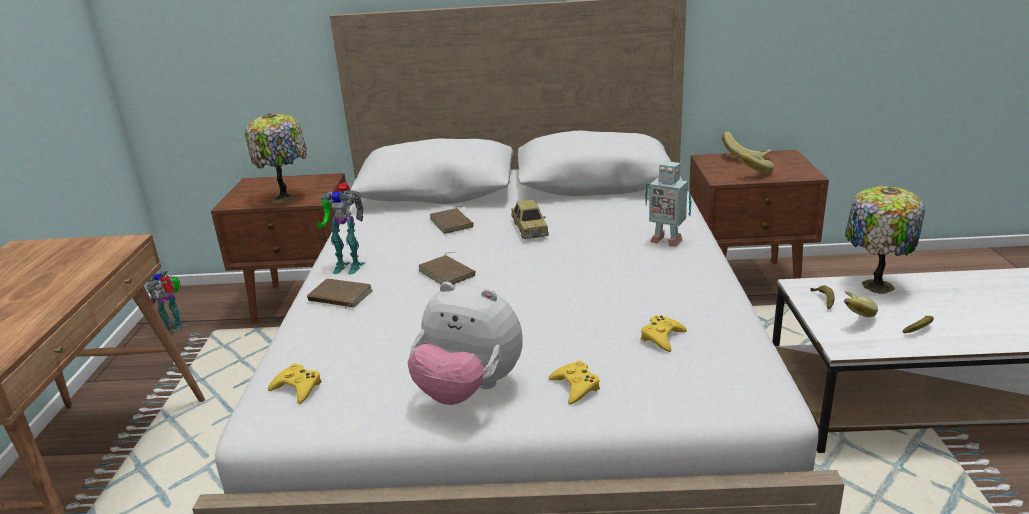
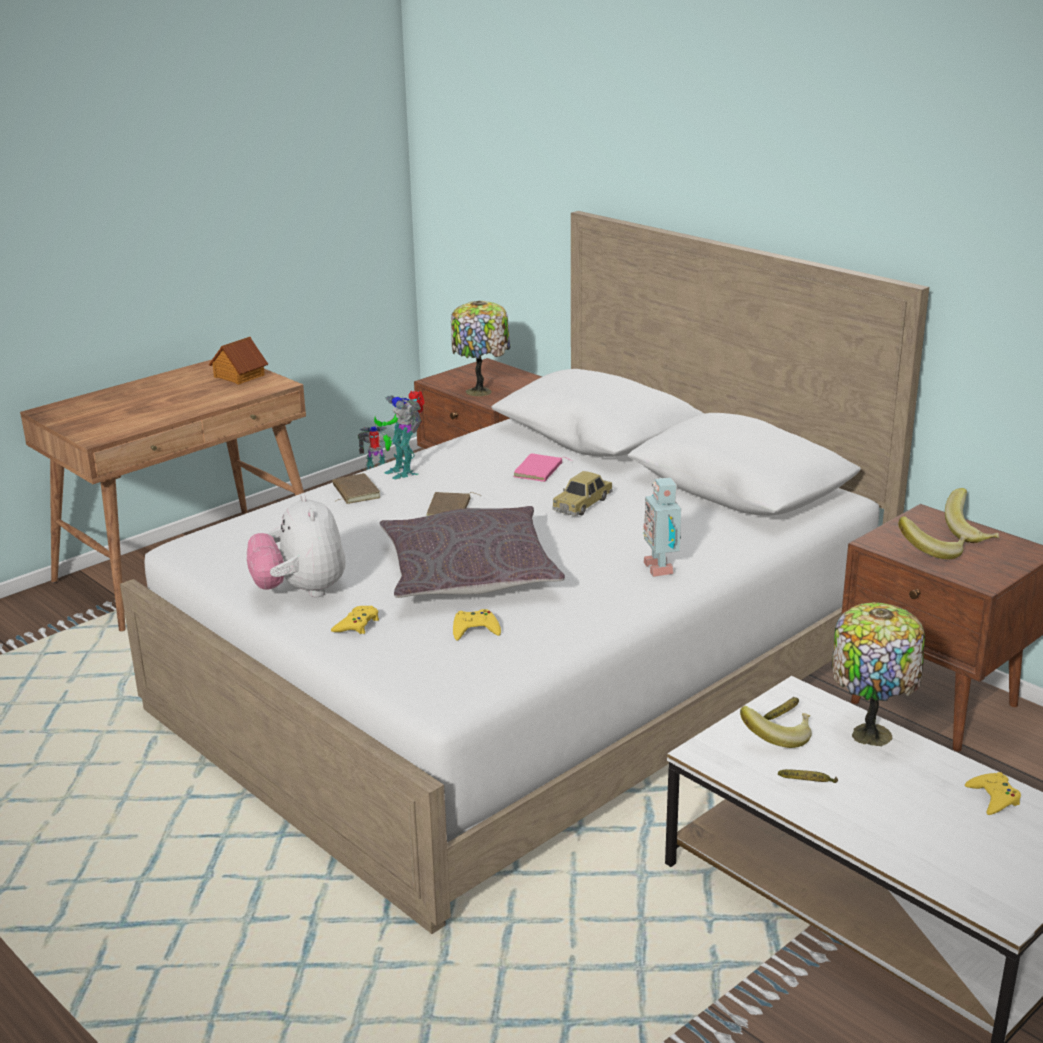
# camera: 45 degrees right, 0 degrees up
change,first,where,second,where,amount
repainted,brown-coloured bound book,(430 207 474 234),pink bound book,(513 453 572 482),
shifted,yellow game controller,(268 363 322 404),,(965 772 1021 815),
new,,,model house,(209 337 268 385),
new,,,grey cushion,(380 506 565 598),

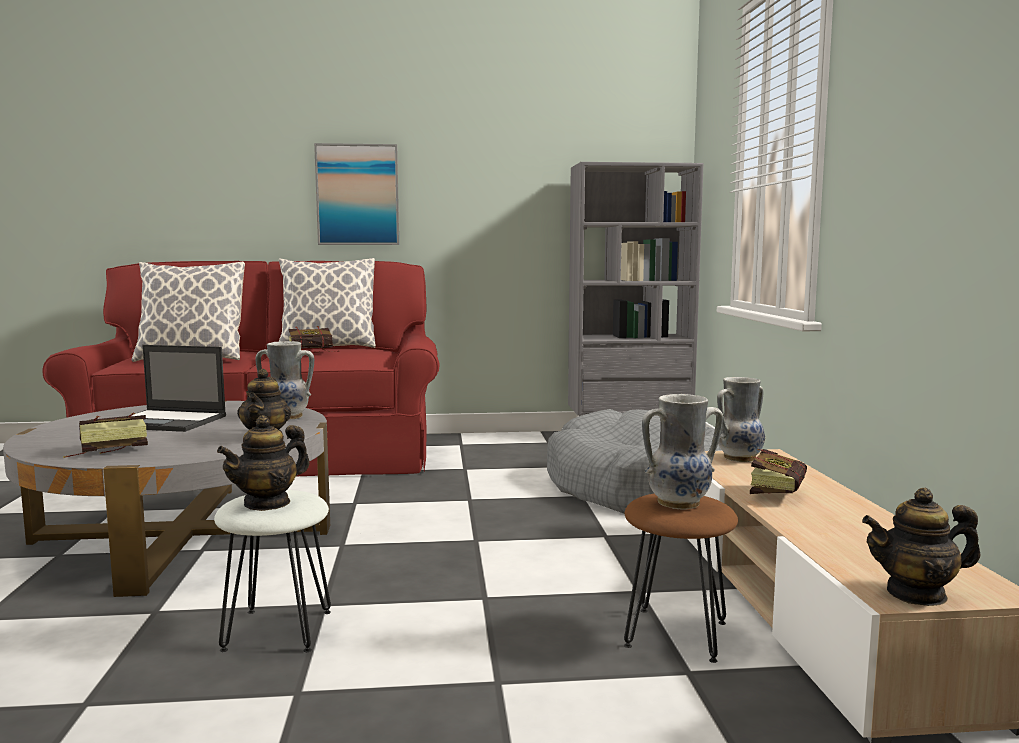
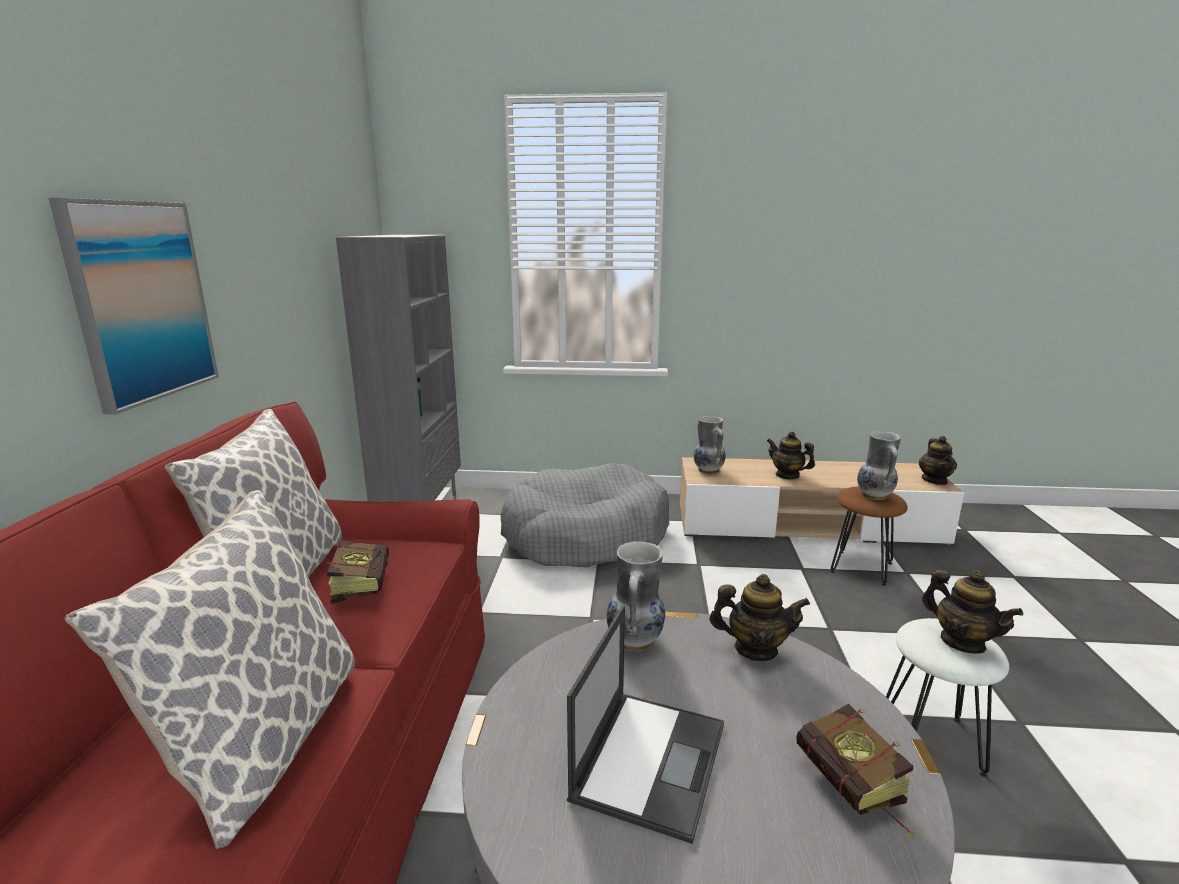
# camera: 80 degrees left, 10 degrees up
change,first,where,second,where,amount
swapped,bound book,(750 449 807 494),teapot,(767 431 815 480),

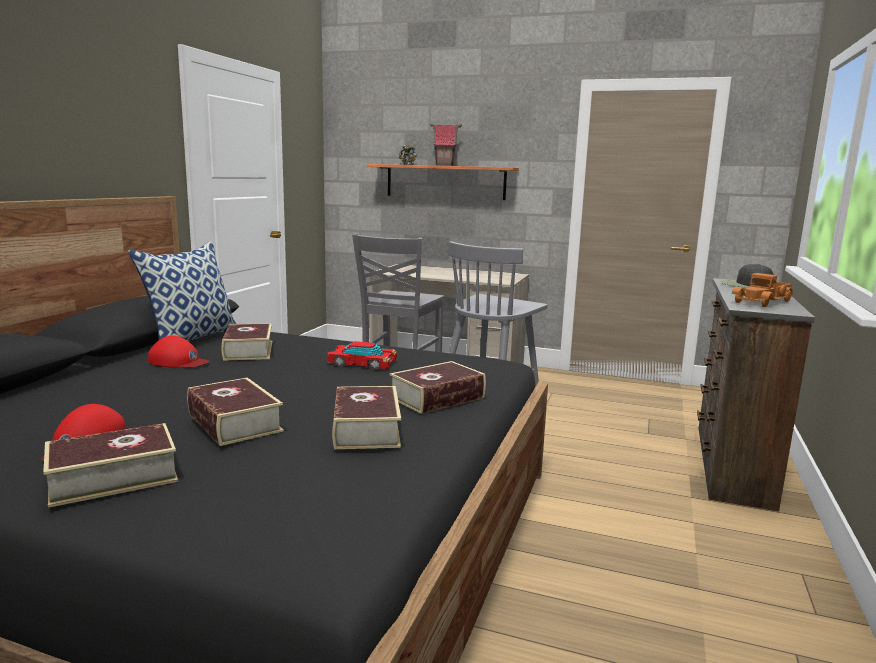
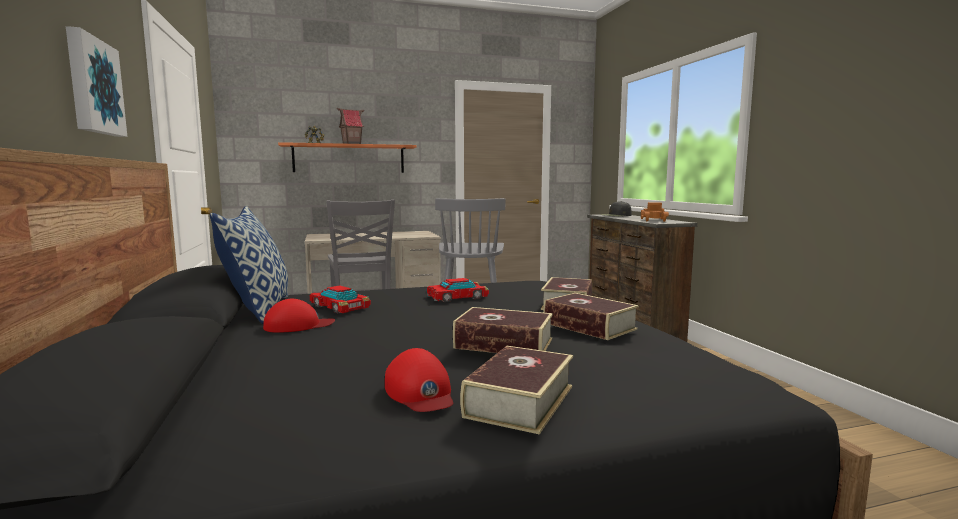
# camera: 35 degrees left, 5 degrees down
change,first,where,second,where,amount
swapped,bound book,(222 323 272 361),miniature car,(310 285 371 313),
new,,,wall art,(66 26 127 137),

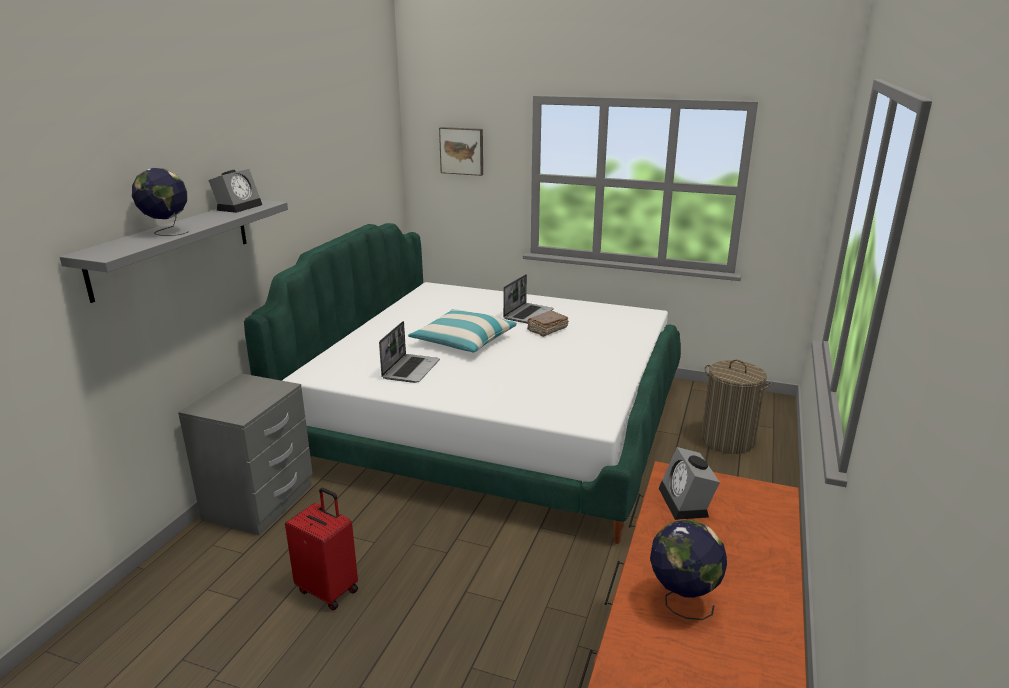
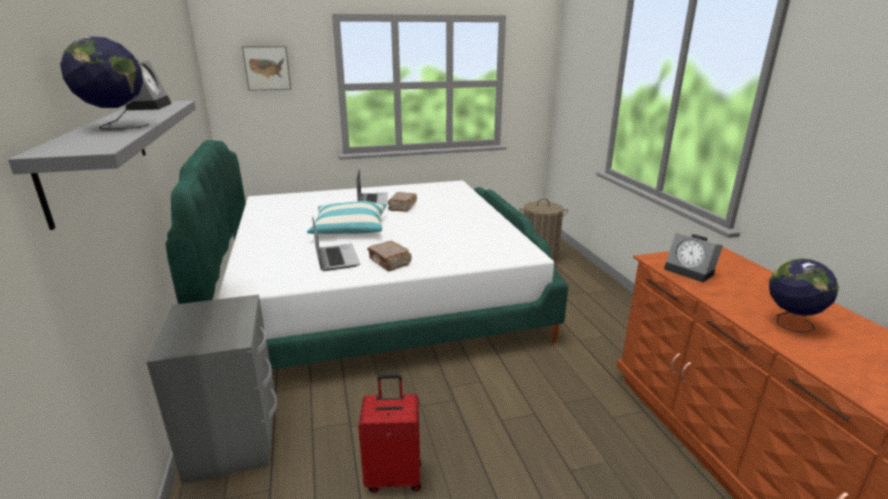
# camera: 35 degrees left, 0 degrees up
change,first,where,second,where,amount
new,,,brown-coloured bound book,(367 241 412 271),

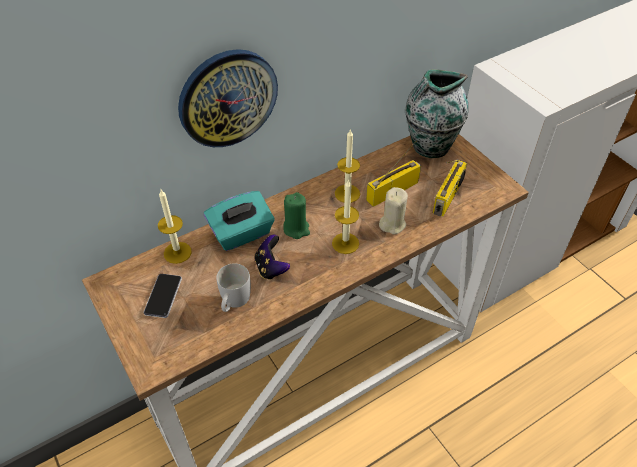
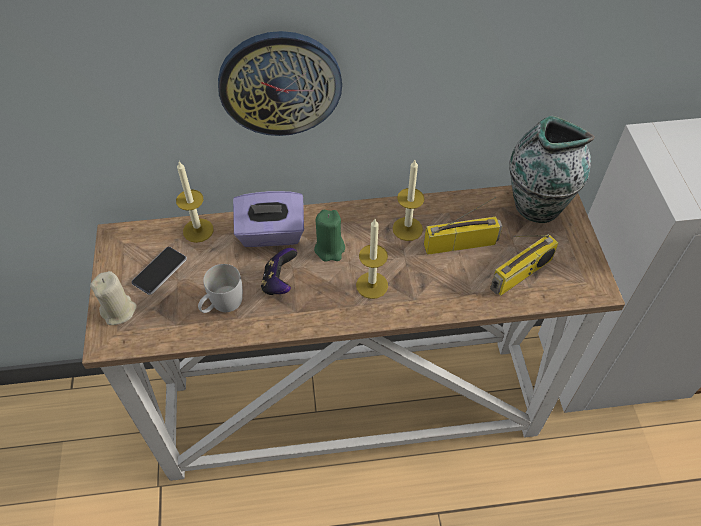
# camera: 25 degrees right, 5 degrees up
change,first,where,second,where,amount
shifted,sand-coloured wax light,(379 187 408 235),,(90 271 137 325),
repainted,turquoise-coloured tissue holder,(204 191 275 251),purple tissue holder,(233 191 304 247),

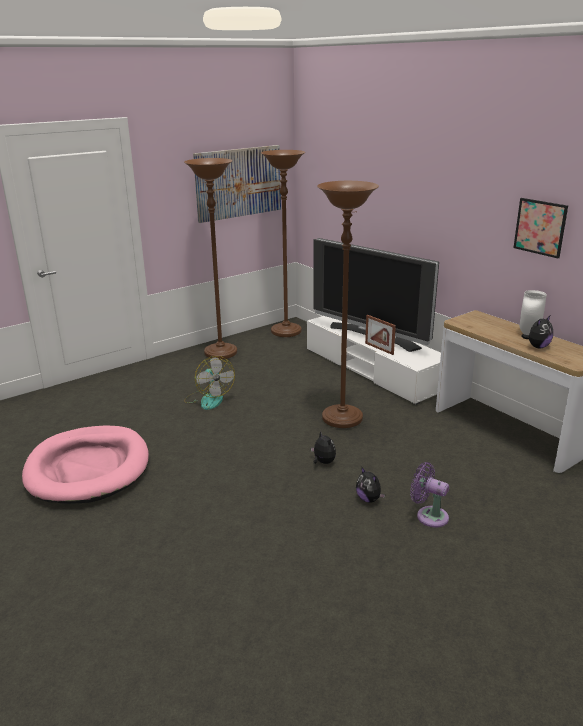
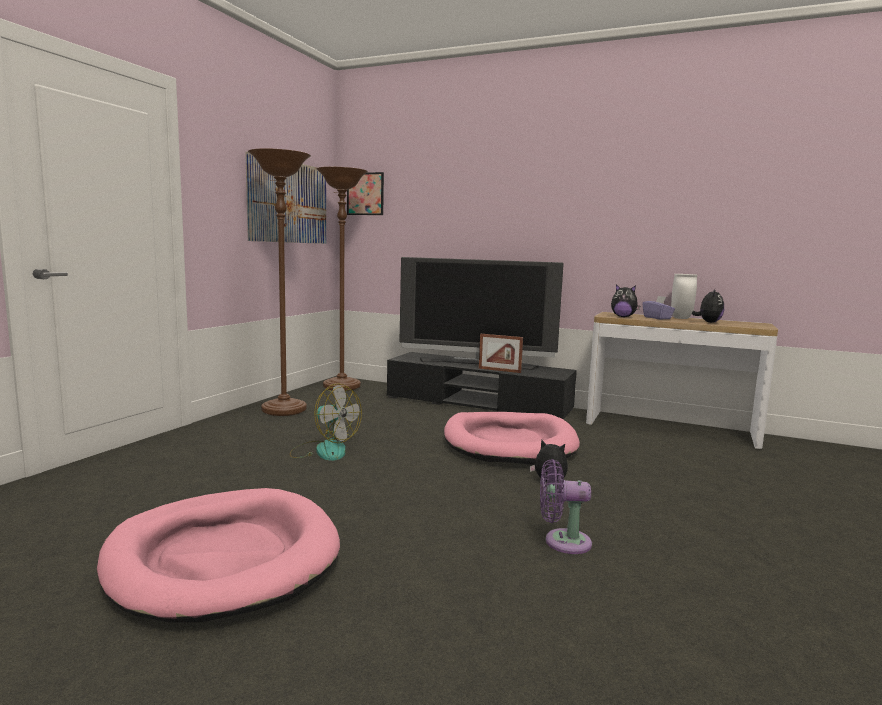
# camera: 30 degrees left, 15 degrees down
change,first,where,second,where,amount
swapped,brown-coloured standard lamp,(317 181 379 428),pink dog bed,(444 412 580 465),
shifted,wall art,(513 198 568 258),,(347 172 384 215),
repainted,white tv stand,(307 316 441 405),black-coloured tv stand,(387 352 577 419),
shifted,purple cooling fan,(410 462 449 528),,(540 459 592 554),
shifted,cuddly toy,(356 468 385 502),,(611 285 640 317),
new,,,purple tissue holder,(642 296 675 319),

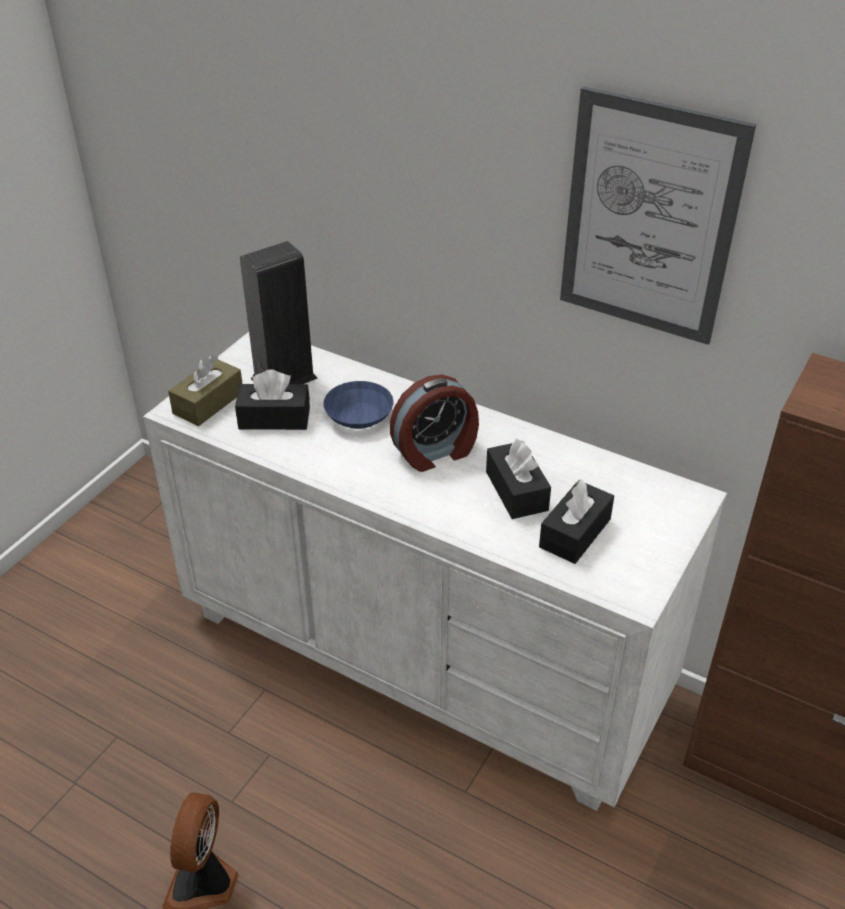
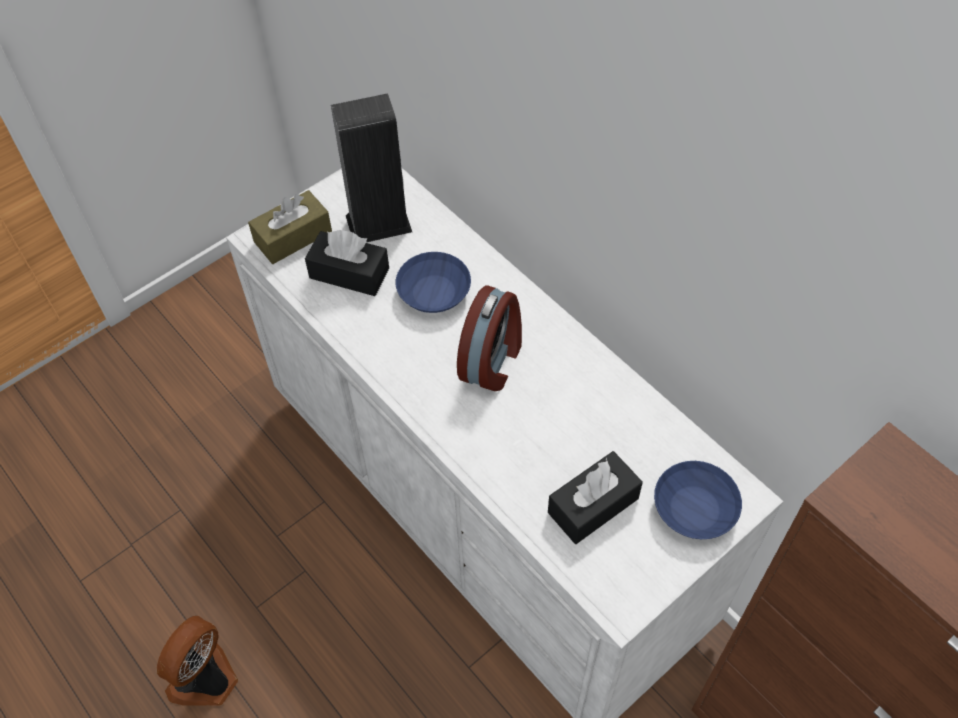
# camera: 20 degrees right, 15 degrees up
change,first,where,second,where,amount
gone,wall art,(560 86 756 345),,,
rotated,alarm clock,(390 374 479 472),,(457 285 522 391),60 degrees counterclockwise
gone,black-coloured tissue holder,(486 438 551 519),,,
new,,,blue serving bowl,(654 461 742 539),

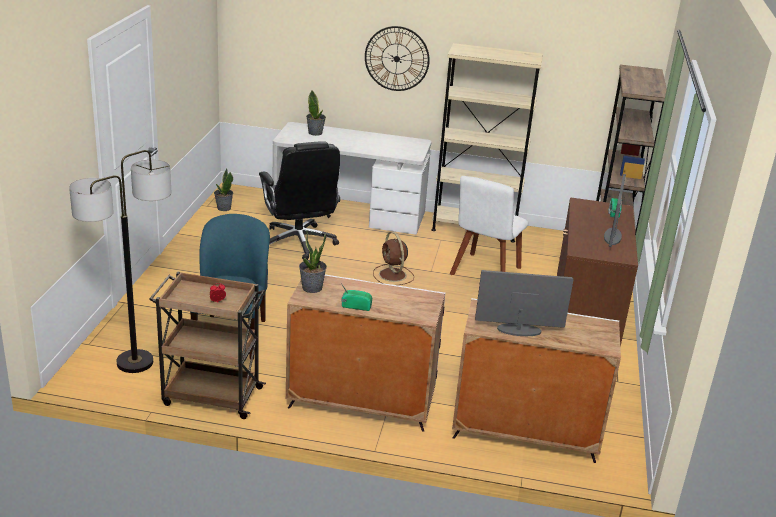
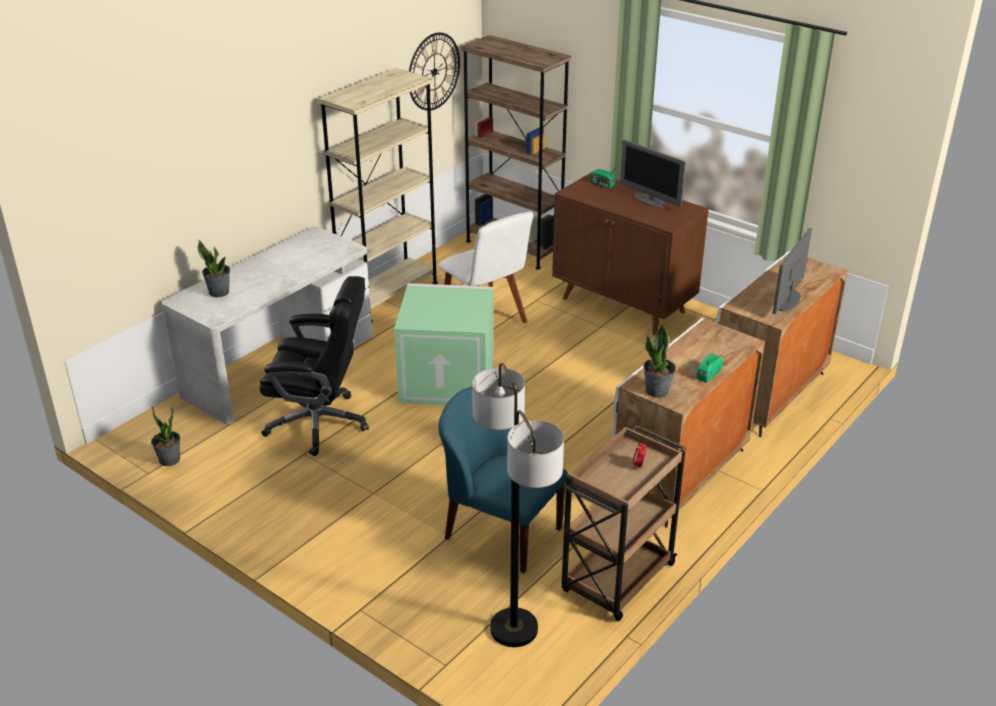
# camera: 60 degrees left, 5 degrees up
change,first,where,second,where,amount
shifted,wall clock,(365 26 430 91),,(409 33 460 111),
swapped,brown-coloured cooling fan,(373 231 414 285),green-coloured storage container,(394 283 494 406),

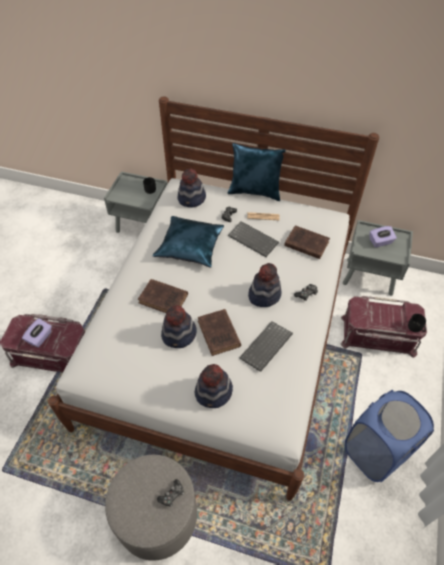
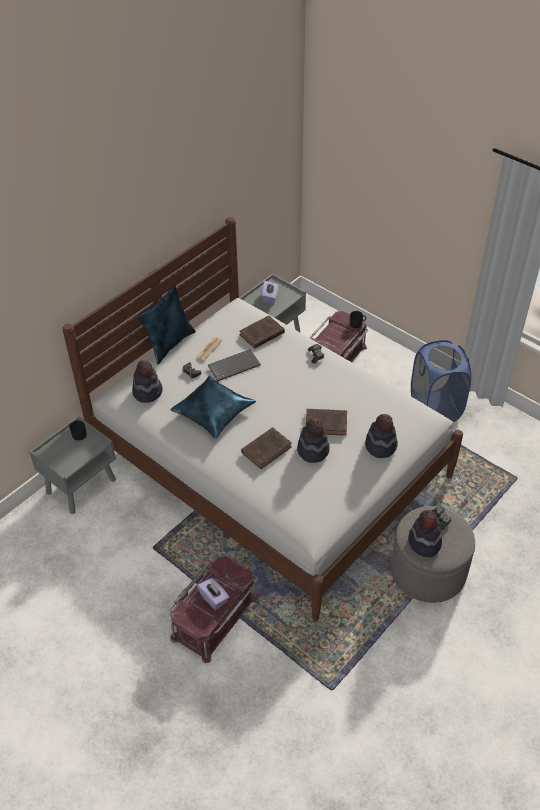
# camera: 65 degrees left, 5 degrees down
change,first,where,second,where,amount
shifted,clothing hat,(248 263 281 307),,(408 510 442 557),
gone,keyboard,(239 321 293 372),,,

